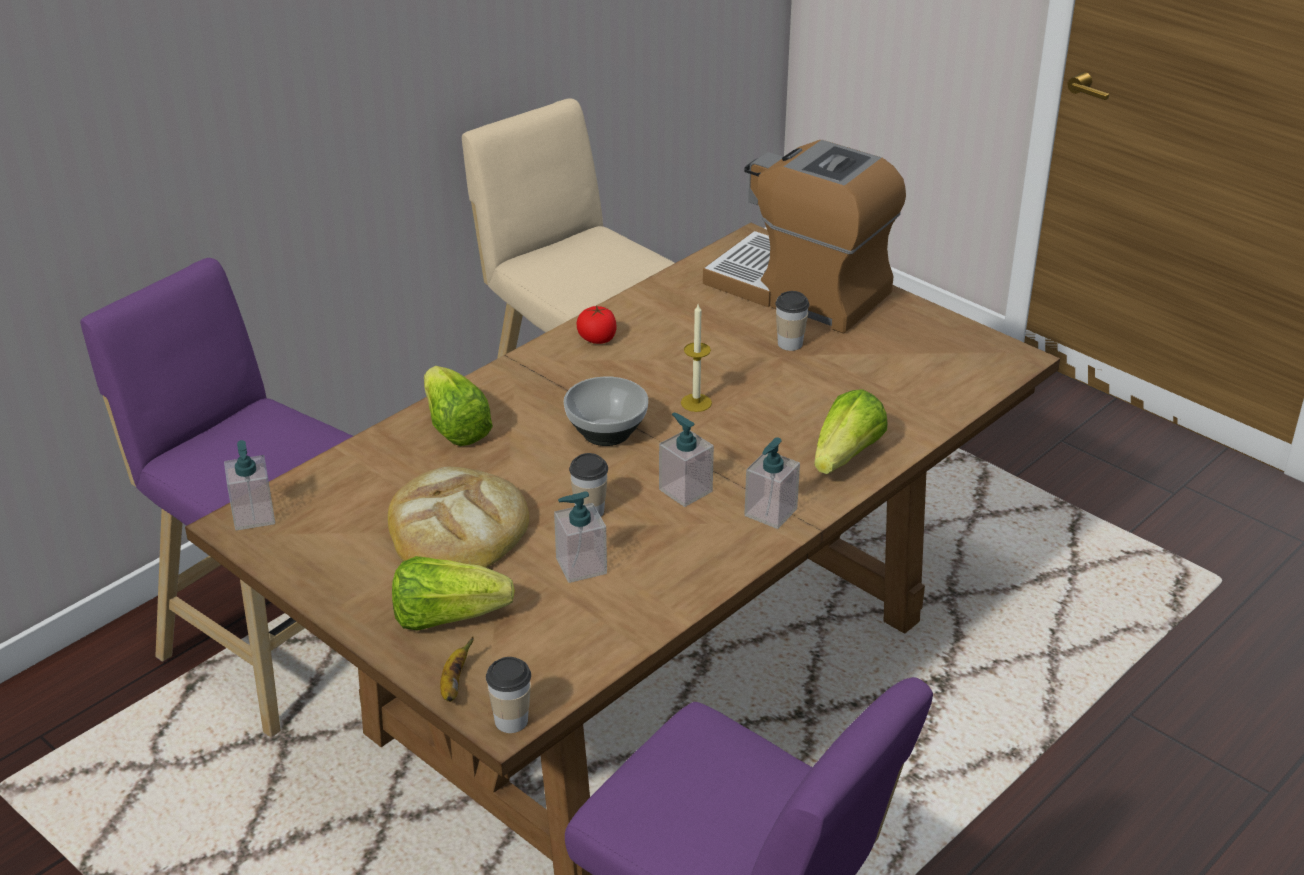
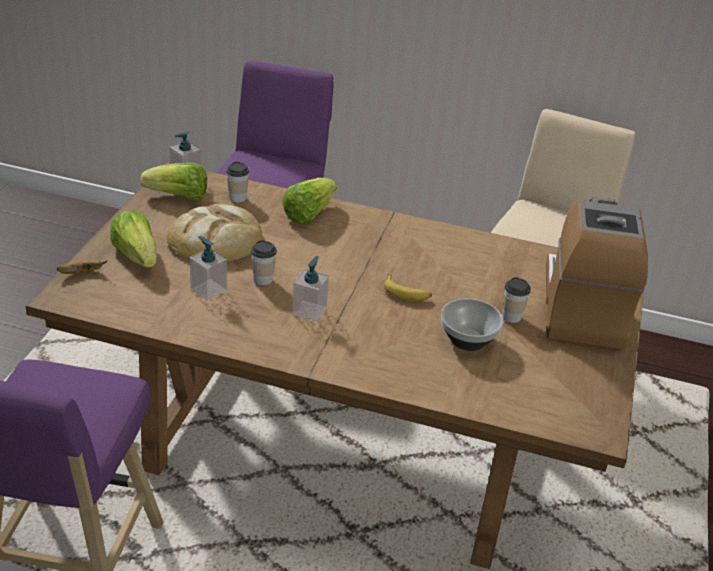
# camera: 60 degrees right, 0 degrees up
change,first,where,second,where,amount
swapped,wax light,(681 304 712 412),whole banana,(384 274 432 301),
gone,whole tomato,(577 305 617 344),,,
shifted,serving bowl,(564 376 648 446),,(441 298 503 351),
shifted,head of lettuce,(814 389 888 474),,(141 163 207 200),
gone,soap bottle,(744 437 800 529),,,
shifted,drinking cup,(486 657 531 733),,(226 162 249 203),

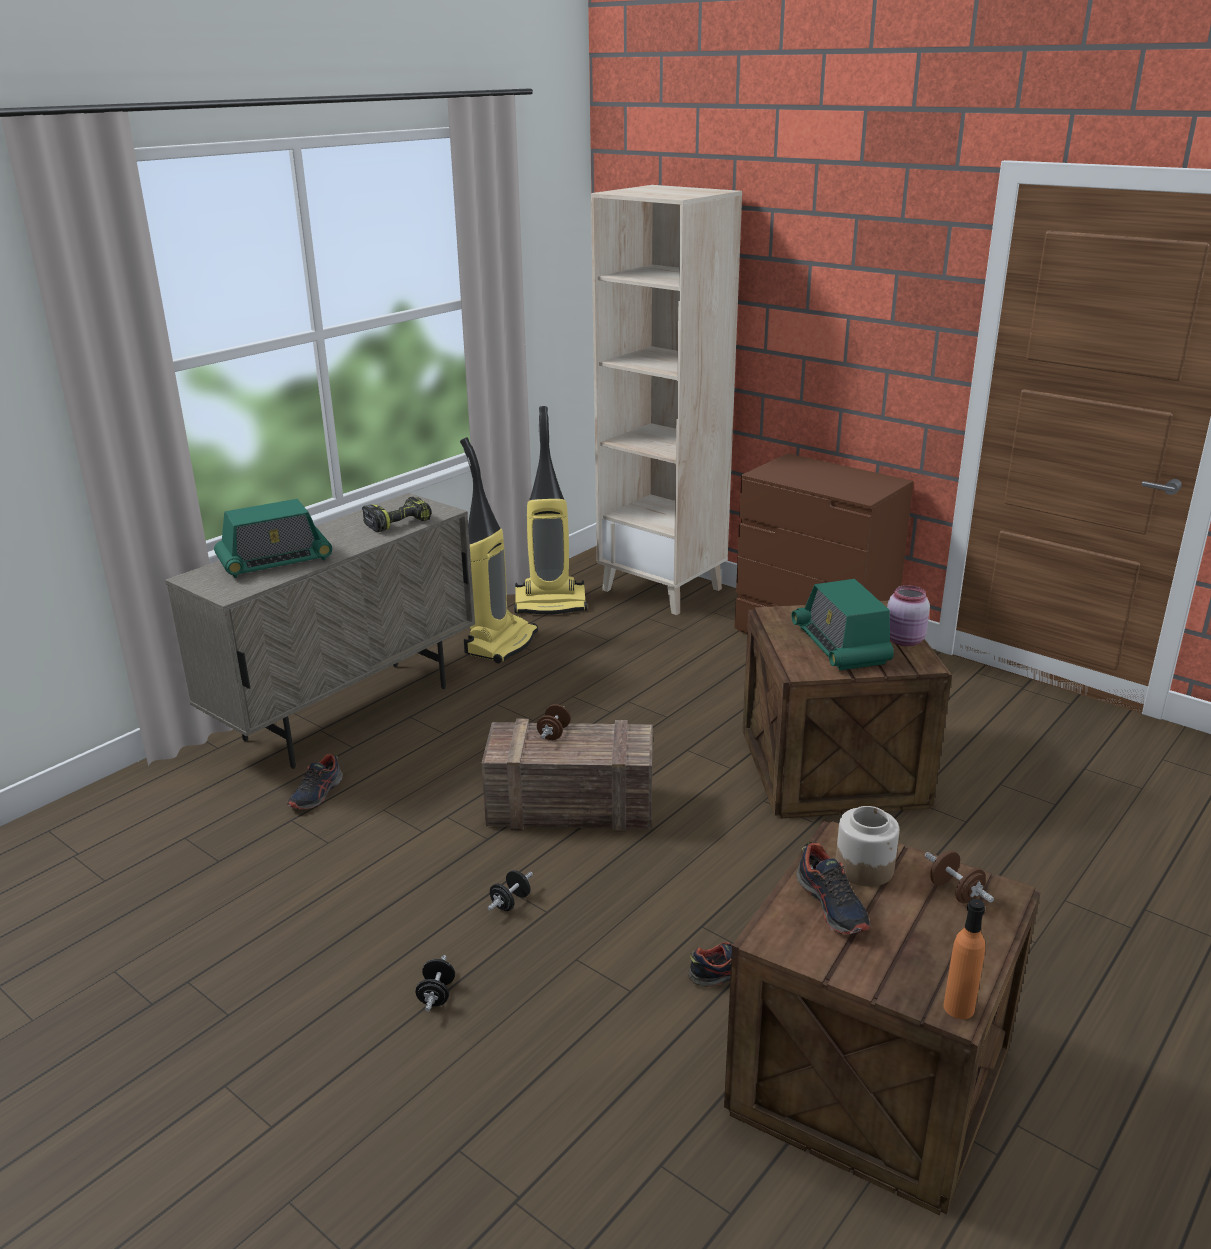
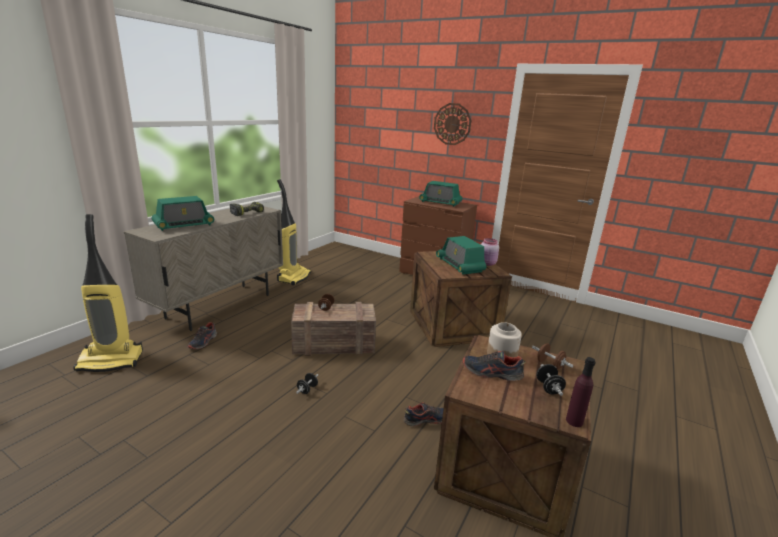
# camera: 10 degrees left, 5 degrees down
change,first,where,second,where,amount
gone,sand-coloured bookshelf,(591 185 742 615),,,
shifted,hoover,(514 406 587 615),,(73 214 143 372),
rotated,low shoe,(796 841 870 934),,(463 351 526 381),135 degrees clockwise
repainted,orangey beverage bottle,(944 899 985 1019),purple beverage bottle,(566 357 595 427),
shifted,black-coloured hand weight,(416 955 455 1011),,(536 364 566 396),
new,,,wall clock,(434 103 471 145),
new,,,radio set,(419 181 462 207),

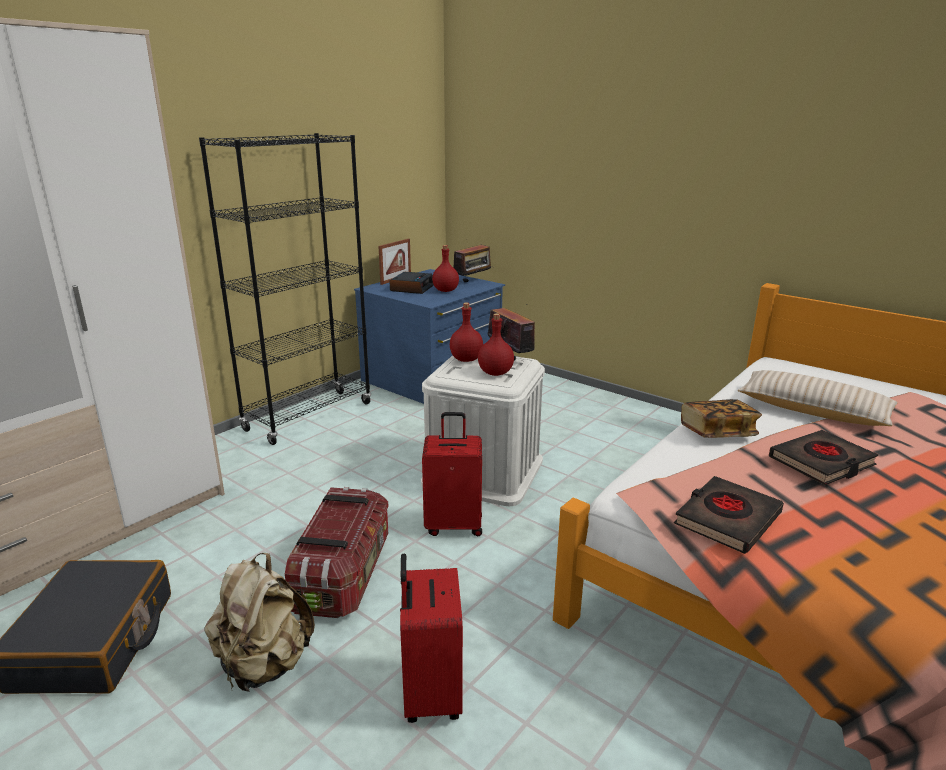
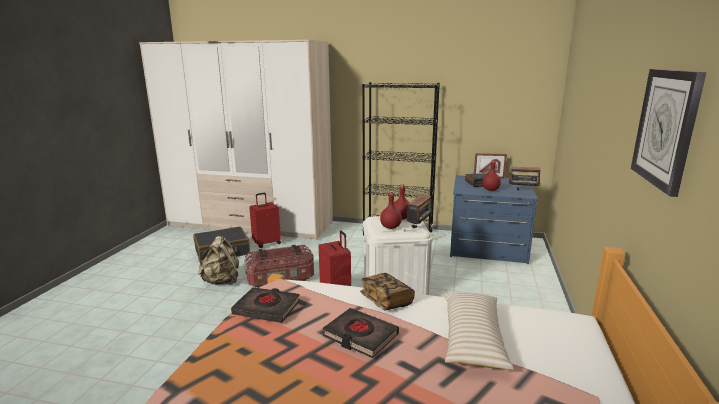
# camera: 65 degrees right, 5 degrees down
change,first,where,second,where,amount
shifted,red piece of luggage,(400 554 463 723),,(249 193 281 248),
new,,,wall clock,(631 69 706 197),

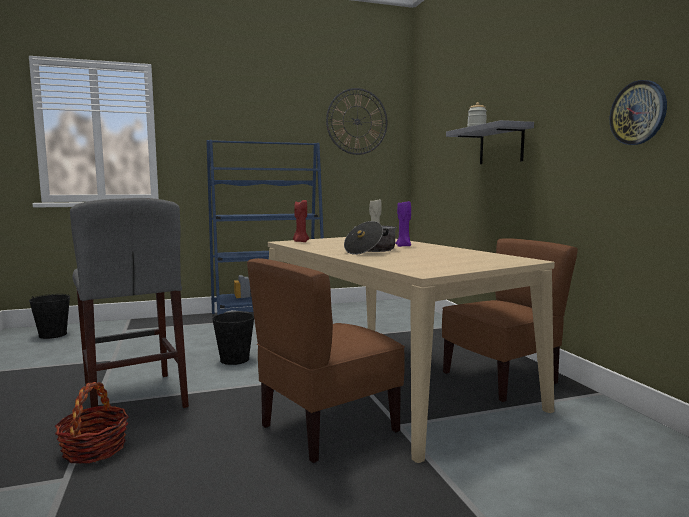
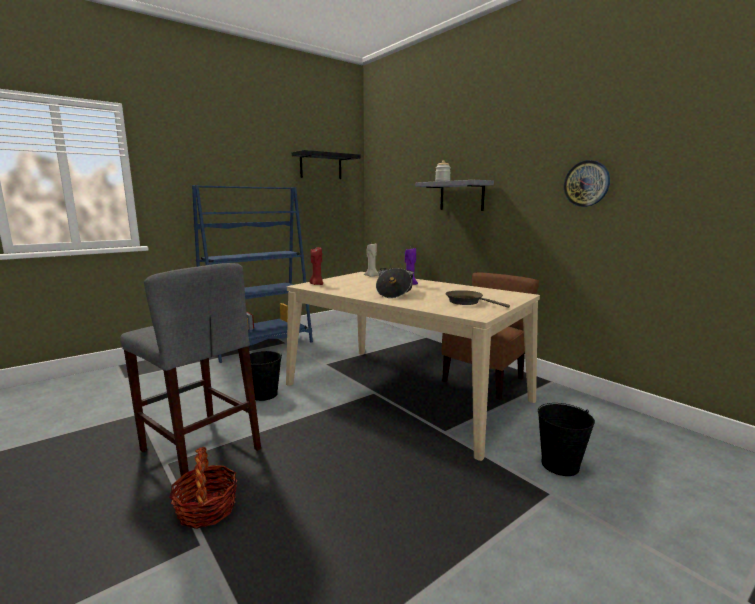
# camera: 20 degrees left, 5 degrees up
change,first,where,second,where,amount
swapped,wall clock,(326 88 387 155),black-coloured shelf,(292 150 361 179),
gone,brown-coloured chair,(247 258 405 463),,,
shifted,black-coloured bucket,(29 294 70 339),,(538 403 595 476),
new,,,brown-coloured pan,(445 290 510 308),

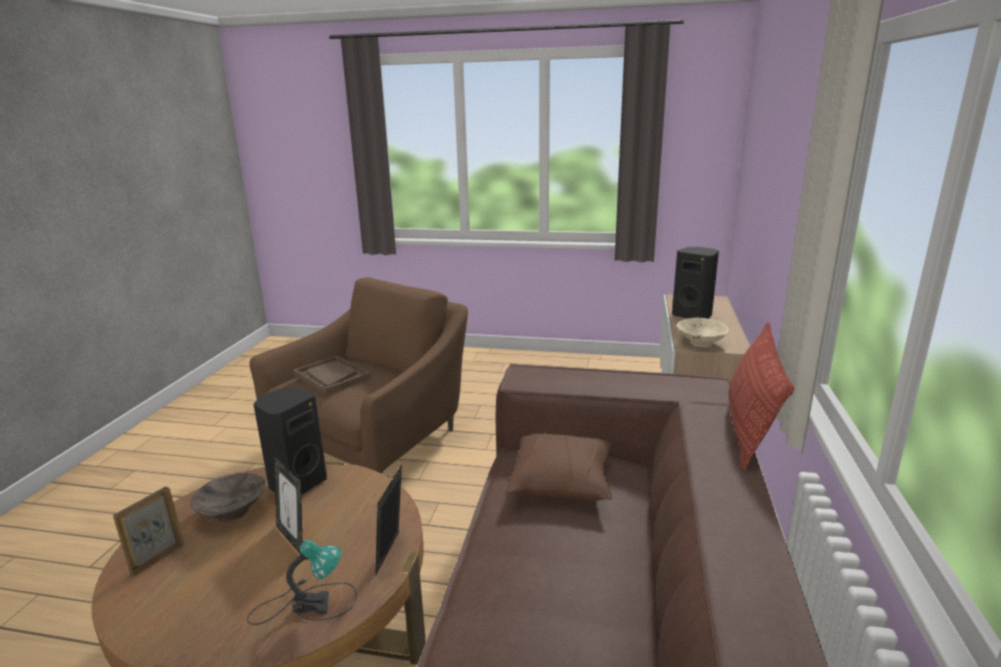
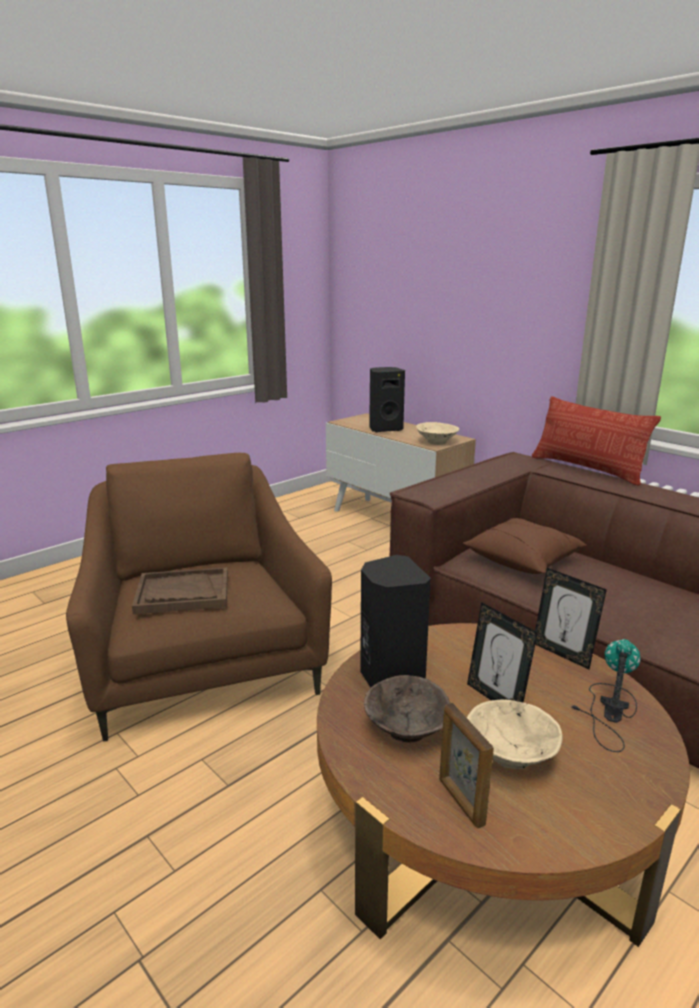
# camera: 55 degrees left, 0 degrees up
change,first,where,second,where,amount
rotated,standing frame,(274 455 302 553),,(467 602 538 702),60 degrees clockwise
new,,,sand-coloured serving bowl,(467 700 563 769),

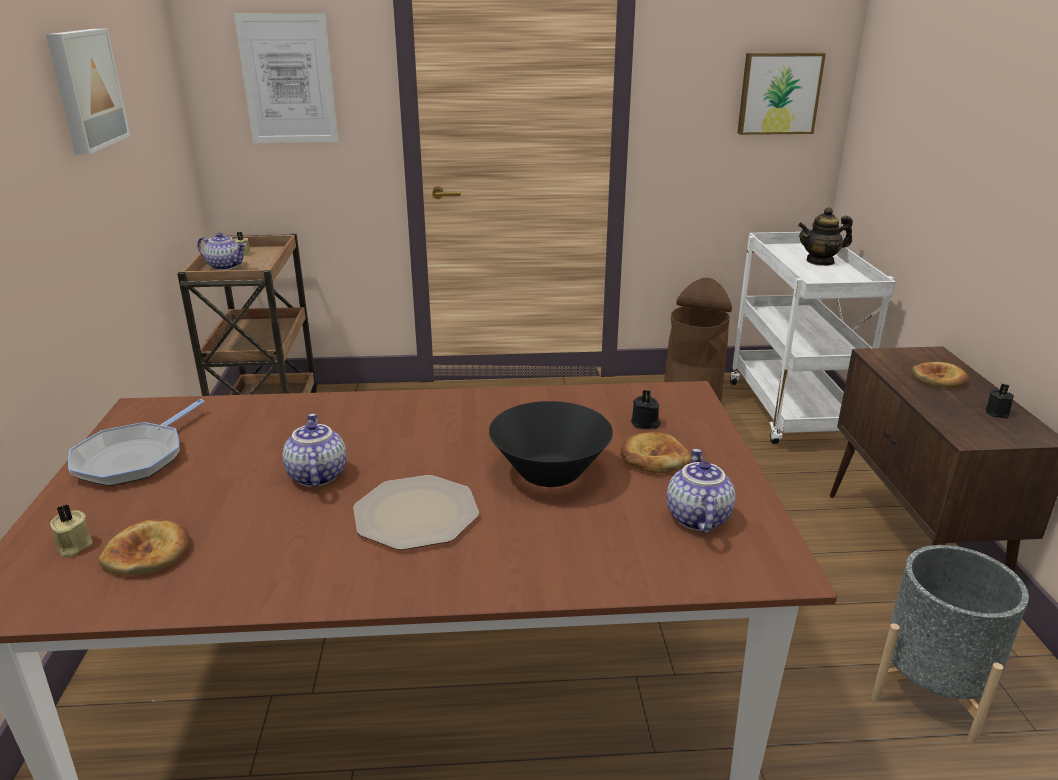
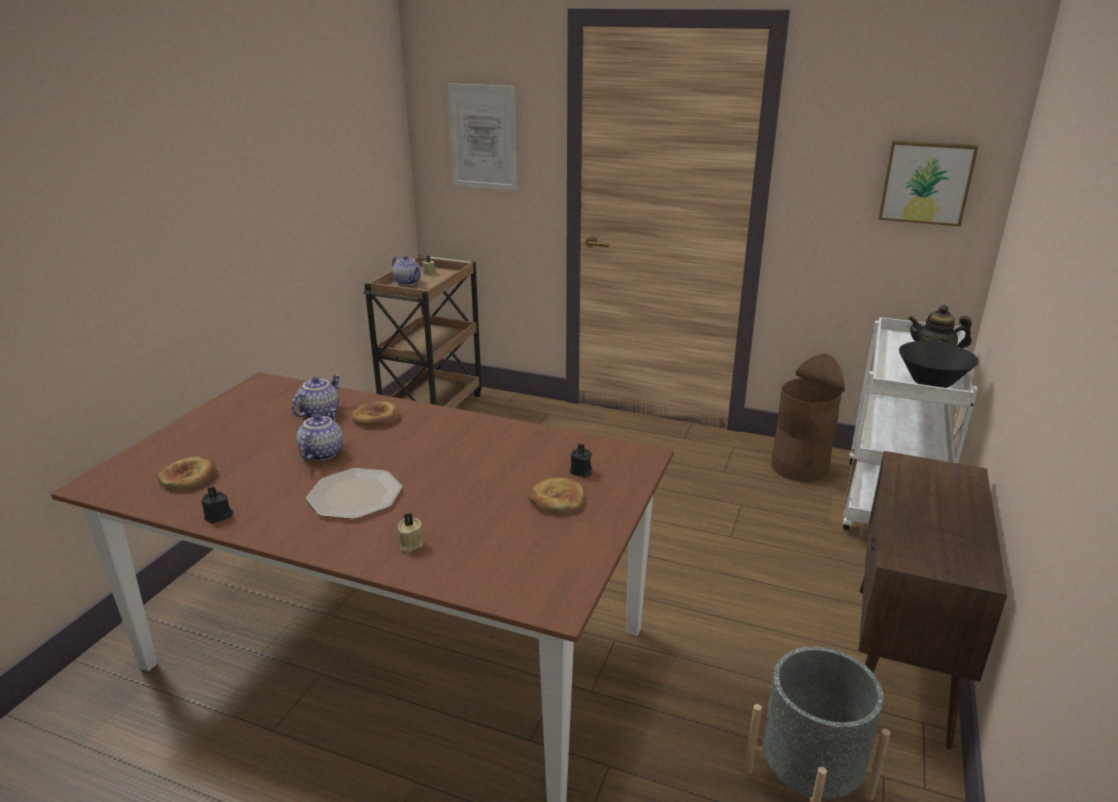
# camera: 25 degrees right, 0 degrees up
change,first,where,second,where,amount
gone,wall art,(46 29 131 155),,,
shifted,bakery bread,(912 362 969 388),,(352 401 399 426),
shifted,black-coloured wax light,(986 384 1014 418),,(201 486 233 524),
gone,pan,(68 399 205 486),,,
shifted,black-coloured serving bowl,(489 401 613 487),,(899 341 978 388),
shifted,teapot,(667 449 735 533),,(291 374 340 418),
shifted,sand-coloured wax light,(50 504 93 557),,(398 513 423 553),

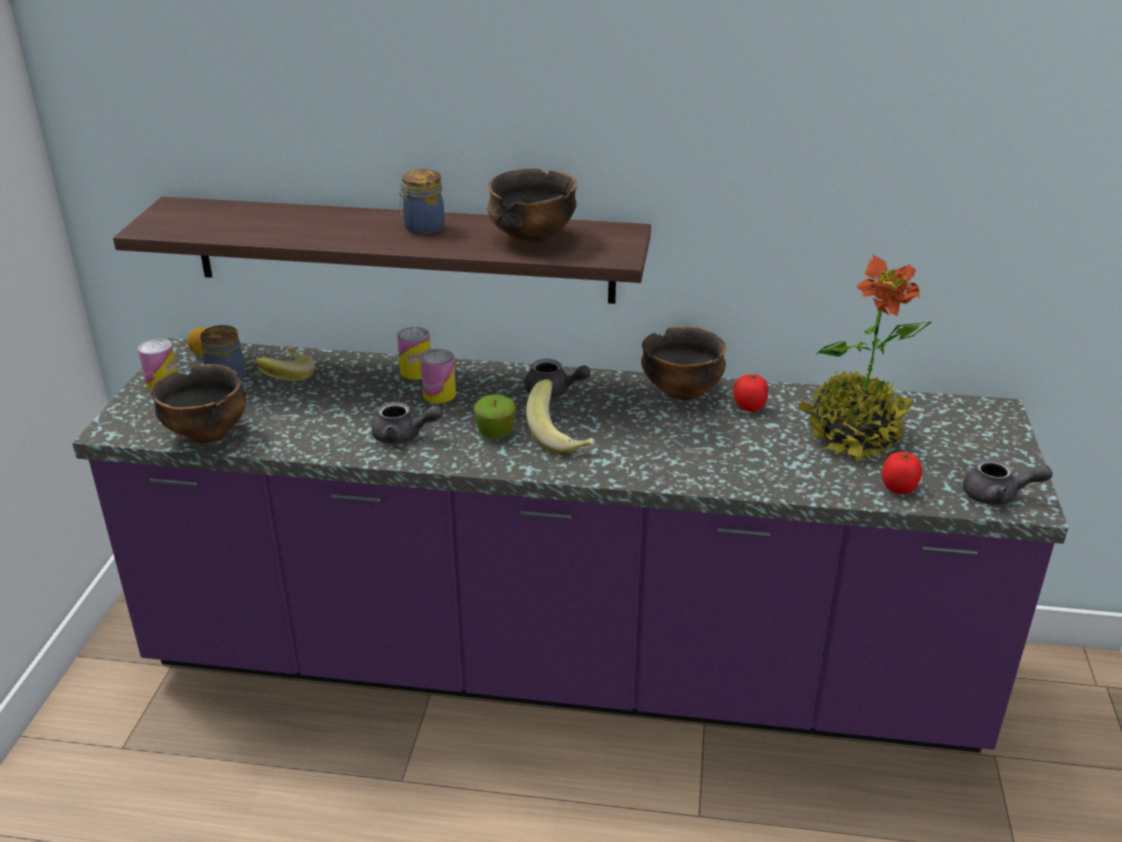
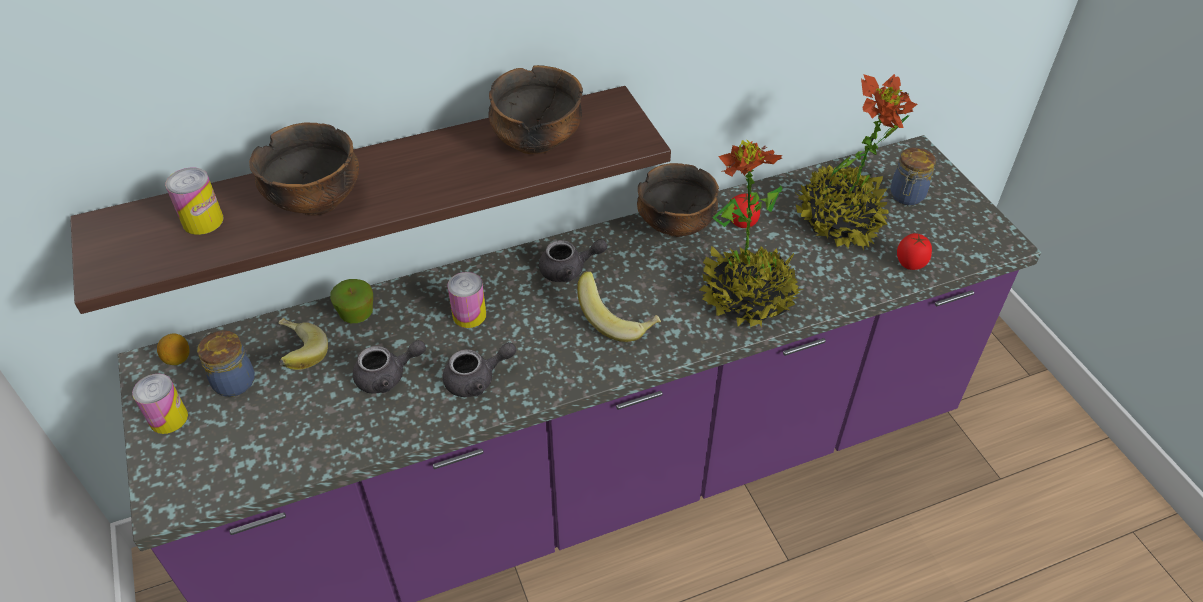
# camera: 30 degrees left, 15 degrees up
change,first,where,second,where,amount
shifted,preserve jar,(398 169 445 235),,(890 147 936 205),
shifted,sealed can,(397 327 431 380),,(165 168 223 235),
shifted,serving bowl,(150 364 246 444),,(249 123 359 216),
shifted,apple fruit,(474 395 516 438),,(330 279 373 323),
shifted,grey teapot,(963 459 1053 505),,(353 340 426 394),
new,,,houseplant,(699 140 803 327),

